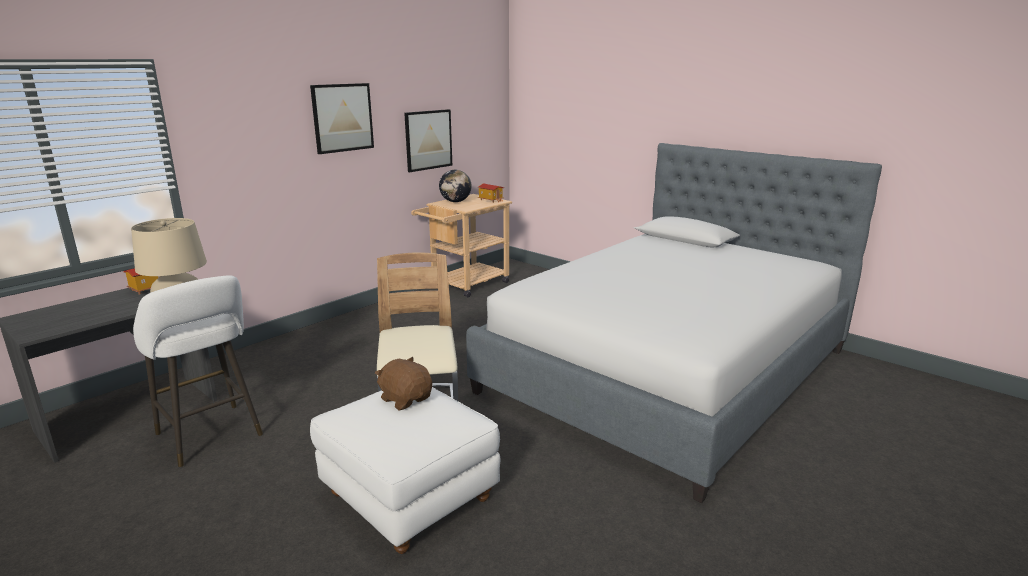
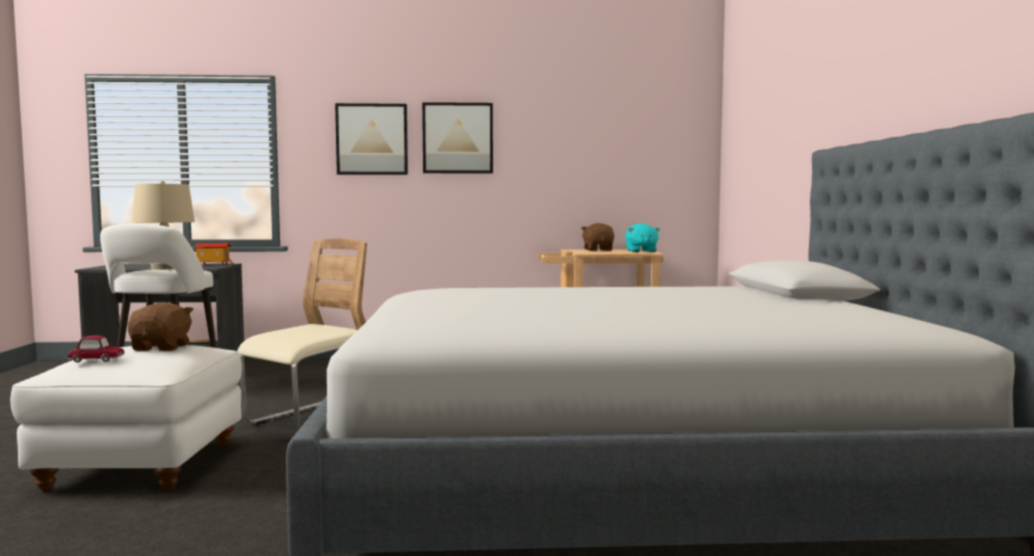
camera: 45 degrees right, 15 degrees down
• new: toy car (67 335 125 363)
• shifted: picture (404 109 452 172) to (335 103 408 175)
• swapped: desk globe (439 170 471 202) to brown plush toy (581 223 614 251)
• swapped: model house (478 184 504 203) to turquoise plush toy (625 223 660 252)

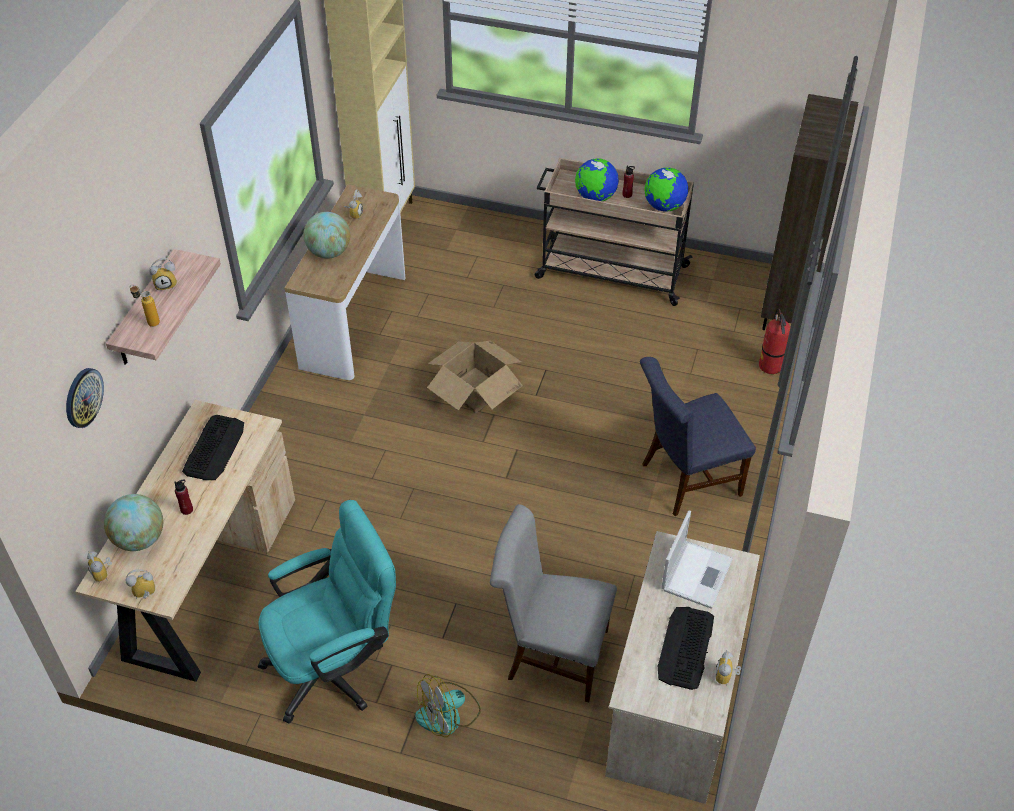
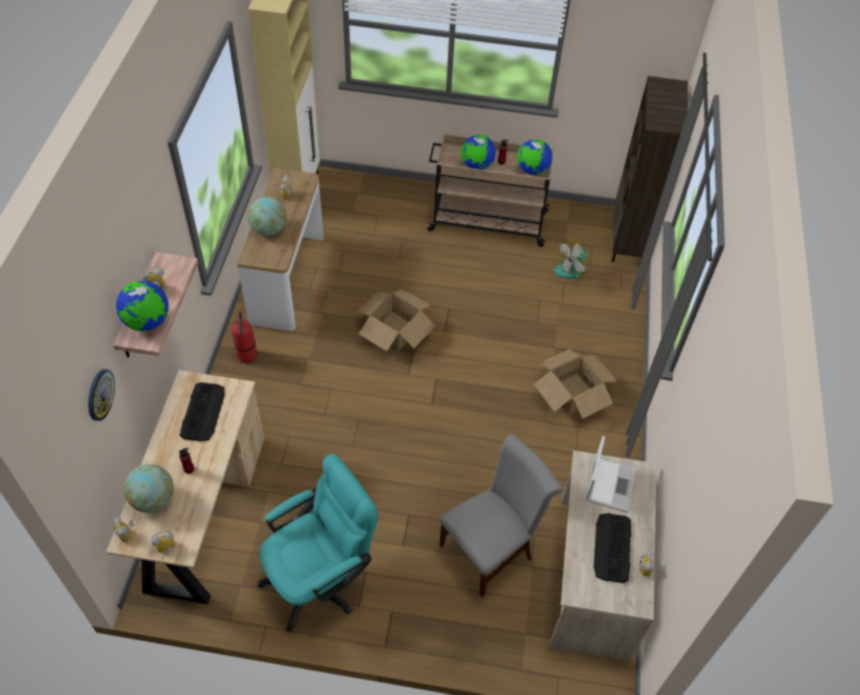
camera: 10 degrees left, 5 degrees up
• swapped: beverage bottle (130 285 160 327) to desk globe (116 281 169 331)
• shifted: fire-fighting cylinder (759 308 790 374) to (232 311 257 363)
• rotated: greyish chair (490 504 617 703) = (440 433 563 597) 135 degrees clockwise
• swapped: blue chair (640 357 756 516) to carton (534 349 617 419)
• shifted: cooling fan (415 674 481 737) to (553 238 592 279)

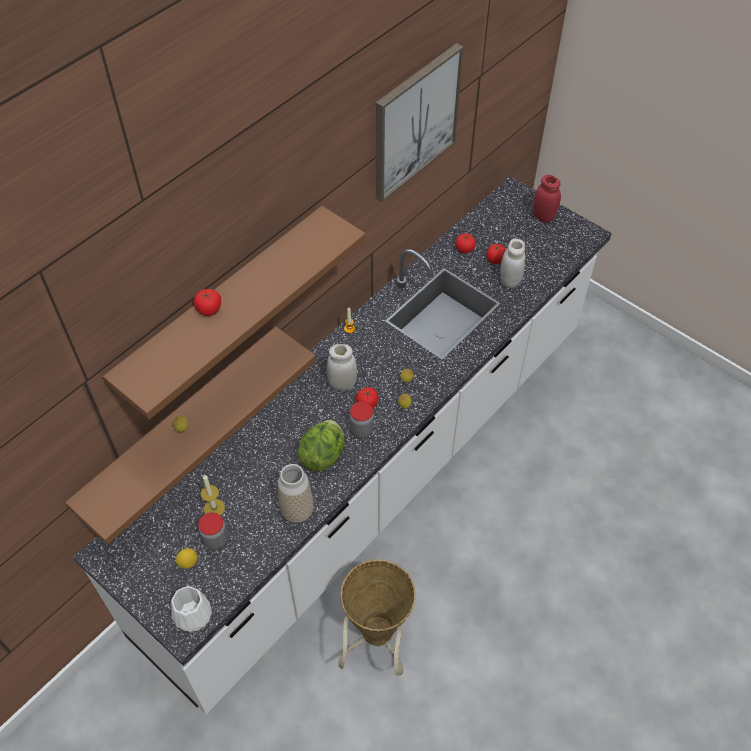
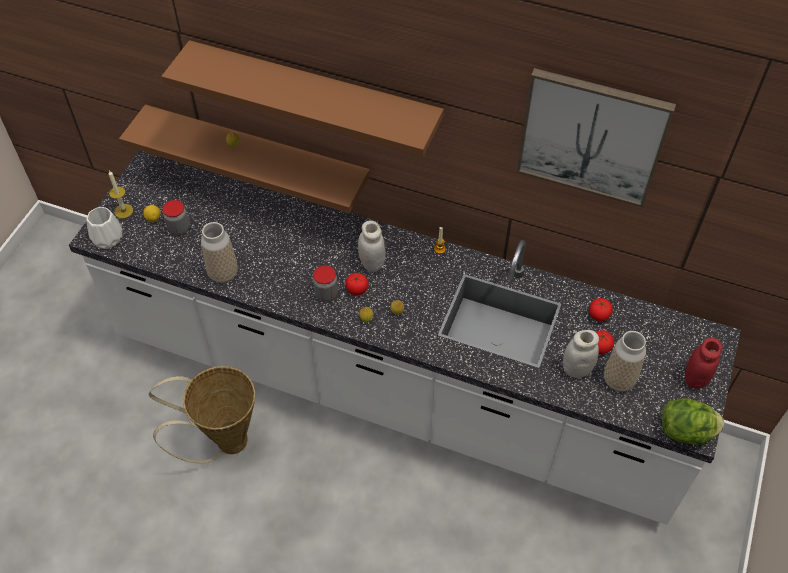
camera: 70 degrees right, 0 degrees up
• shifted: candle (201 475 225 516) to (108 170 133 218)
• new: decorative vase (604 331 646 392)
• shifted: lettuce head (297 420 345 472) to (662 398 724 445)
• gone: fresh tomato (194 289 221 316)

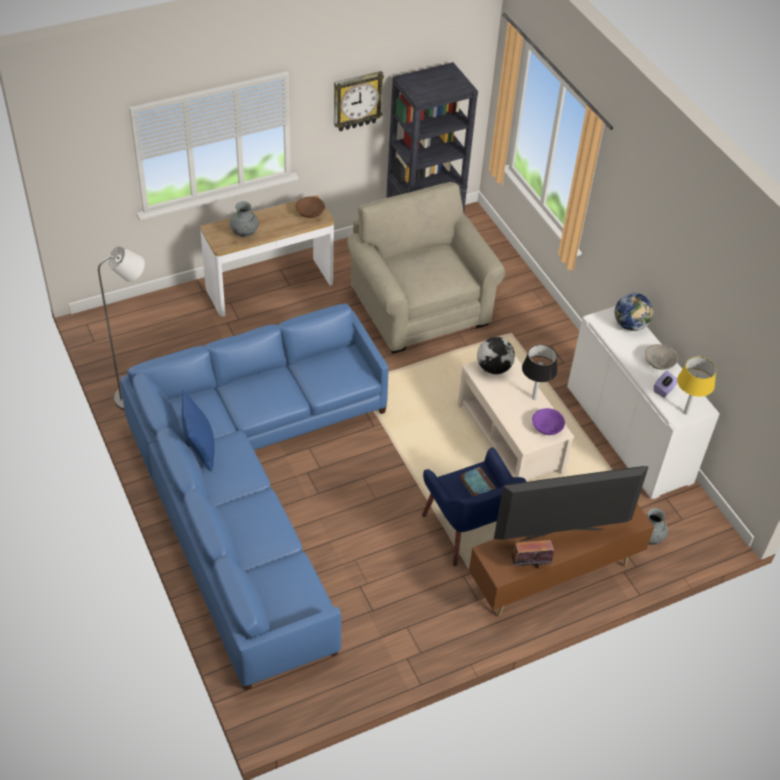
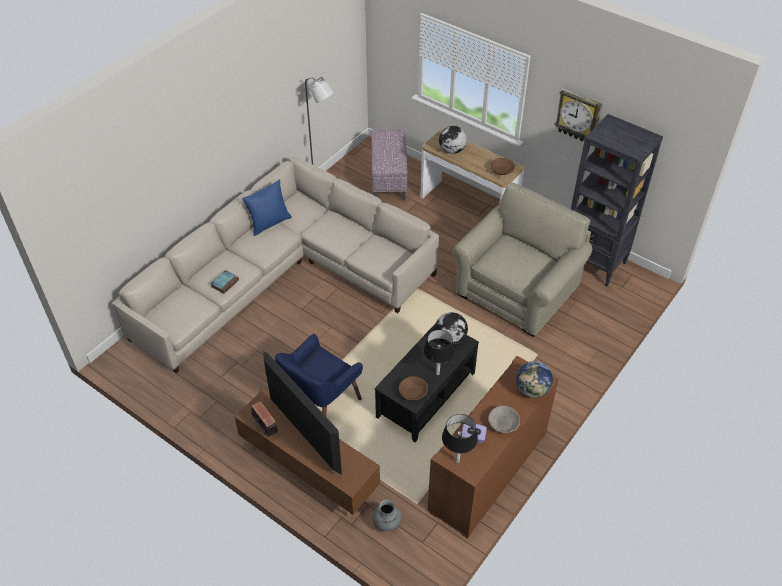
camera: 65 degrees right, 0 degrees up
• repainted: blue sofa (120 304 389 690) to sand-coloured sofa (112 157 439 373)
• shifted: bound book (460 467 496 496) to (211 270 239 294)
• new: pouffe (371 129 407 200)
• repainted: sand-coloured low table (458 356 574 480) to black-coloured low table (375 323 479 442)
• repainted: purplish serving bowl (532 408 565 435) to brown serving bowl (399 376 428 400)
• repainted: whitish cabinet (567 306 720 500) to brown cabinet (427 356 559 539)
• swapped: greyish decorative vase (230 201 259 237) to desk globe (439 126 467 154)
• repainted: yellowish lamp for a table (677 357 716 415) to black-coloured lamp for a table (442 414 478 463)

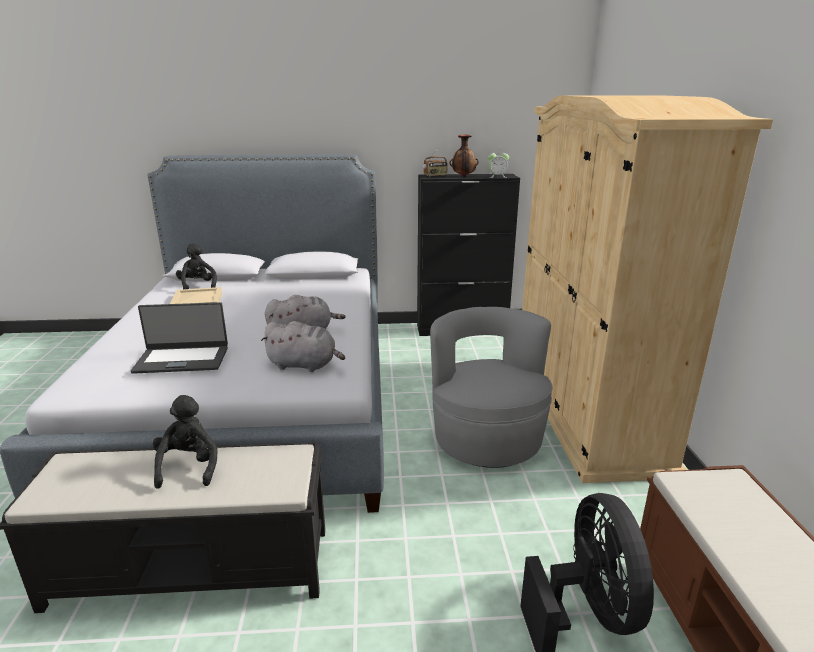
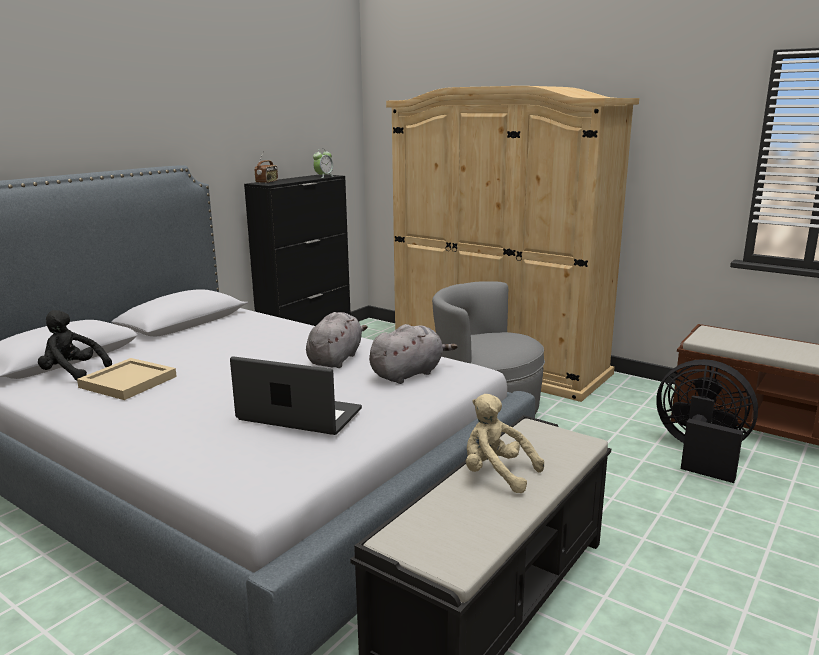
camera: 50 degrees left, 5 degrees down
• rotated: portable computer (131 302 228 374) = (230 356 362 435) 105 degrees counterclockwise
• repainted: black-coloured plush toy (153 395 218 489) to sand-coloured plush toy (466 394 544 493)
• gone: decorative vase (450 135 479 176)

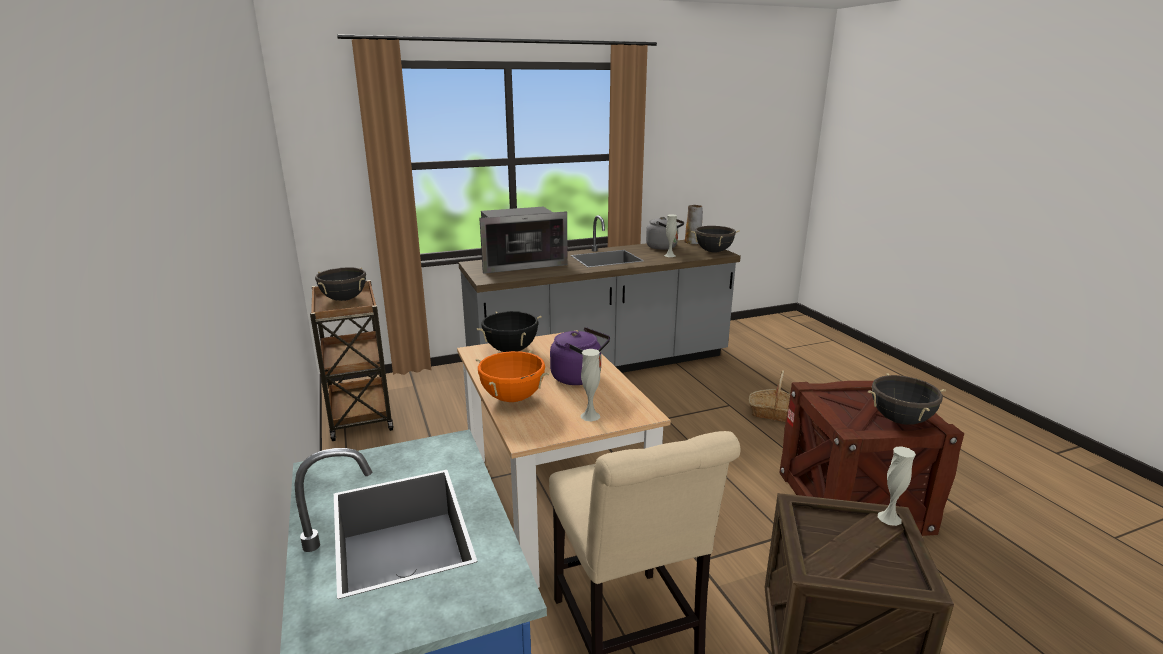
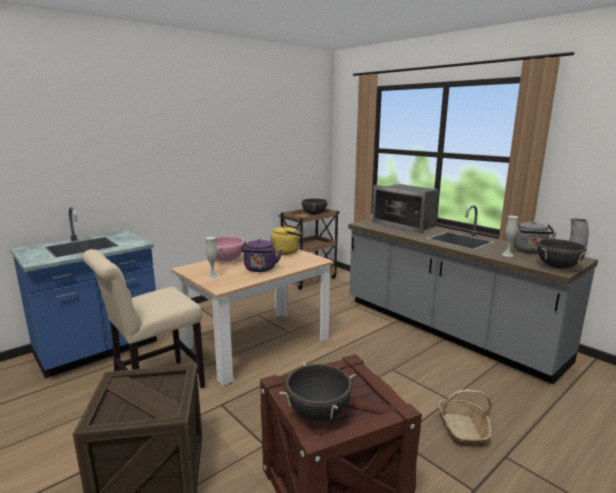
camera: 70 degrees right, 5 degrees down
• repainted: orangey saucepot (476 350 549 402) to pinkish saucepot (204 236 248 262)
• swapped: black-coloured saucepot (477 311 542 352) to yellowish water kettle (271 225 302 255)
• gone: whitish decorative vase (878 446 916 526)

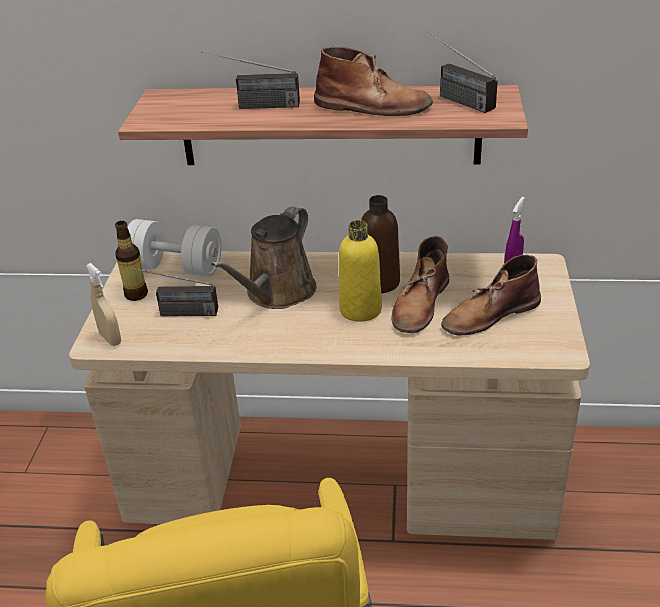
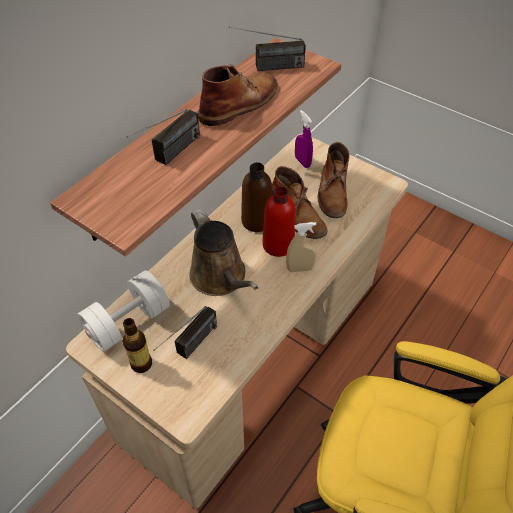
camera: 60 degrees left, 15 degrees up
• repainted: yellowish beverage bottle (339 220 382 322) to red beverage bottle (262 186 296 257)
• shifted: sand-coloured hand sprayer (86 263 121 346) to (286 222 317 272)

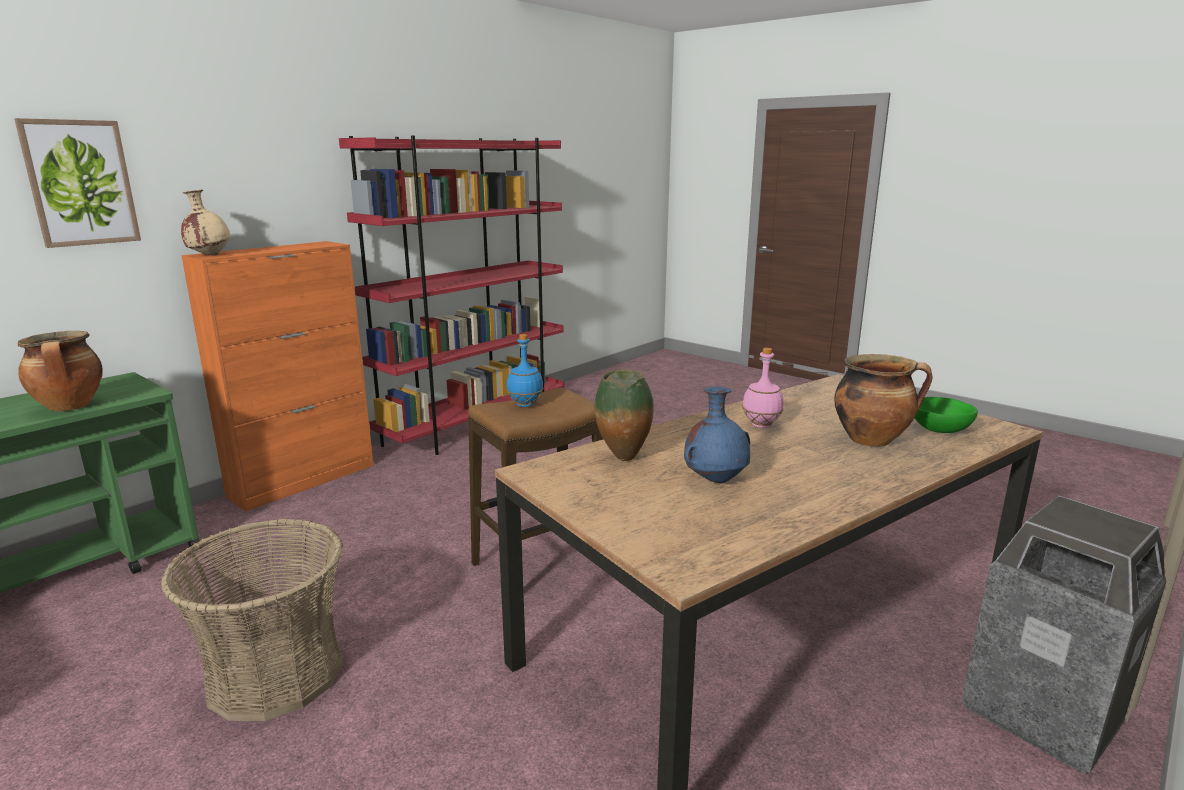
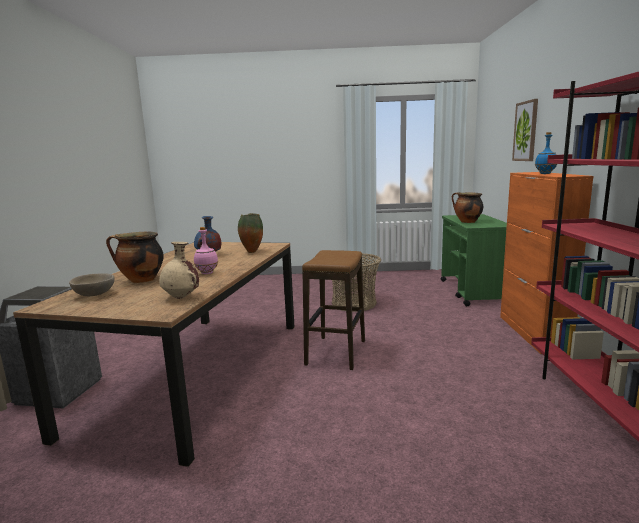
camera: 140 degrees right, 5 degrees down
• repainted: greenish serving bowl (915 397 978 433) to sand-coloured serving bowl (69 273 114 296)
• shifted: sand-coloured decorative vase (181 190 231 256) to (159 242 199 299)
• shifted: blue beverage bottle (507 334 543 407) to (535 132 557 174)

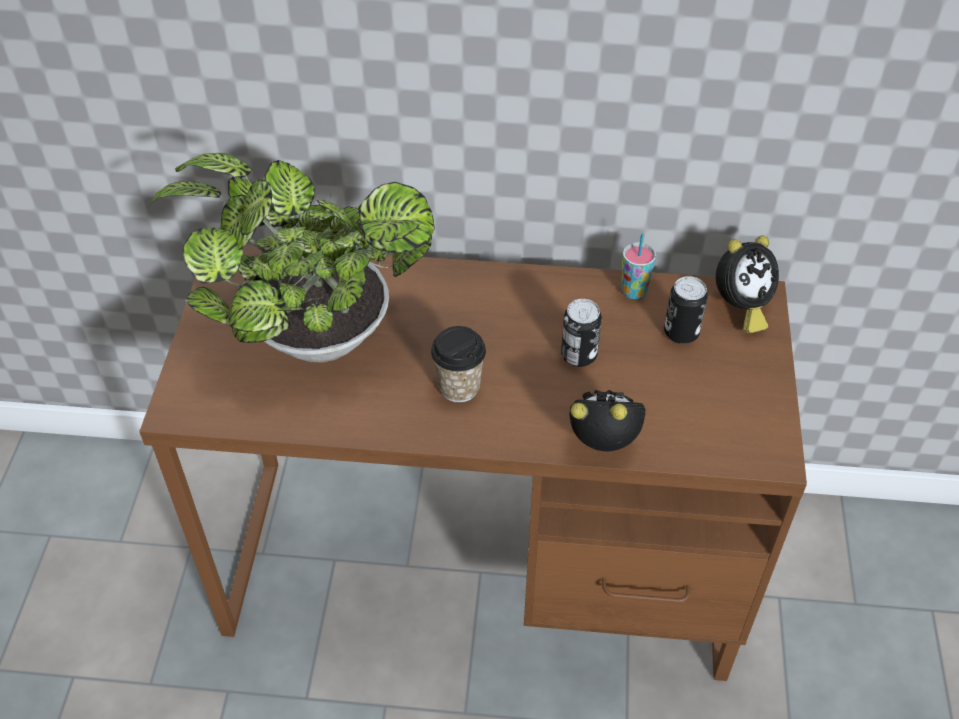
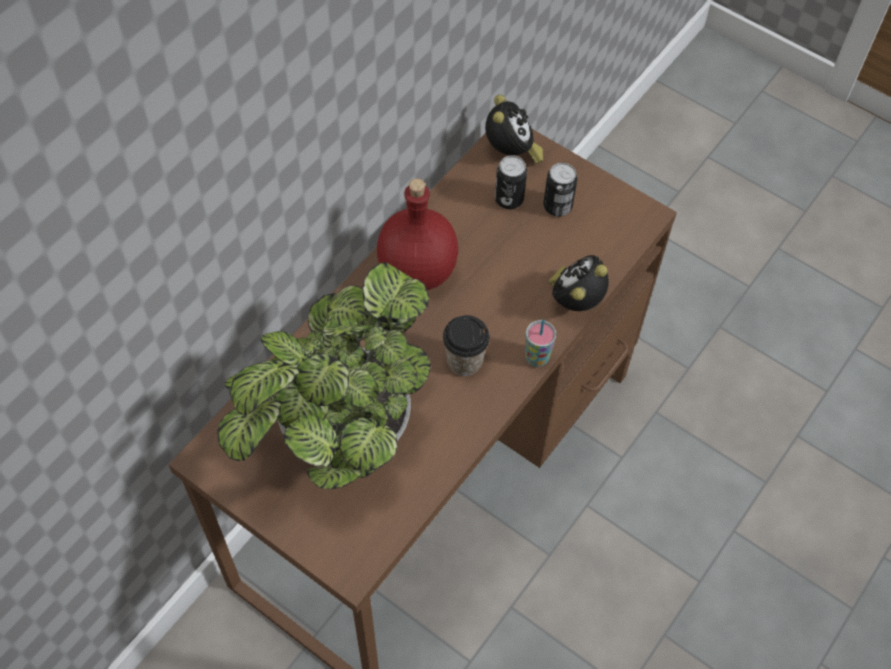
camera: 60 degrees left, 10 degrees up
• new: red beverage bottle (377 178 458 290)
• shifted: drinking cup (621 233 656 299) to (525 319 556 367)
• shifted: can (561 299 602 367) to (543 163 578 216)

